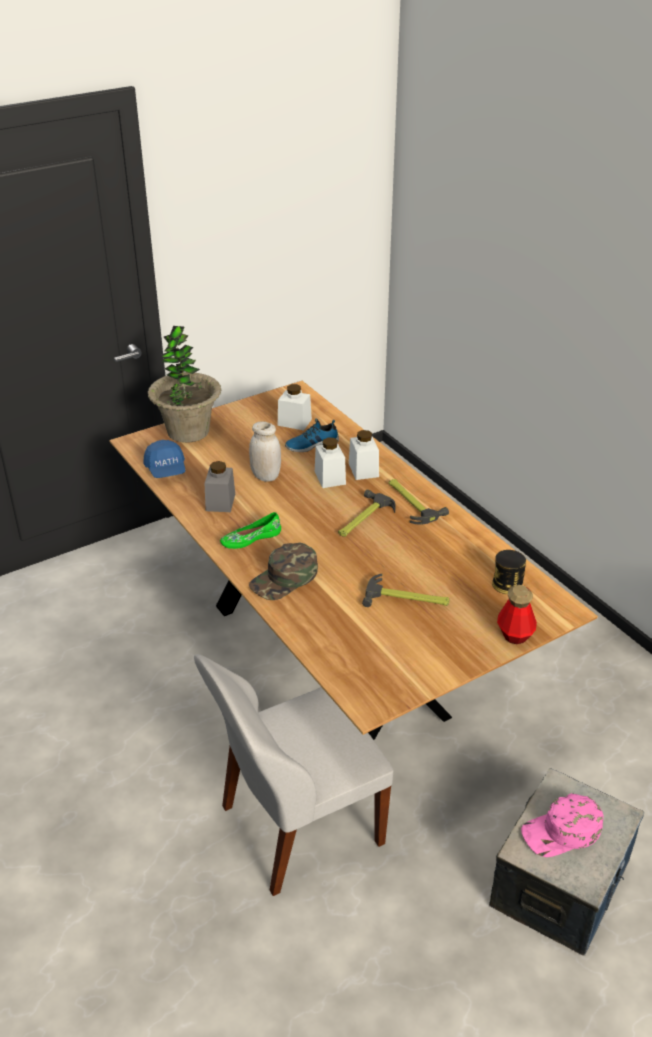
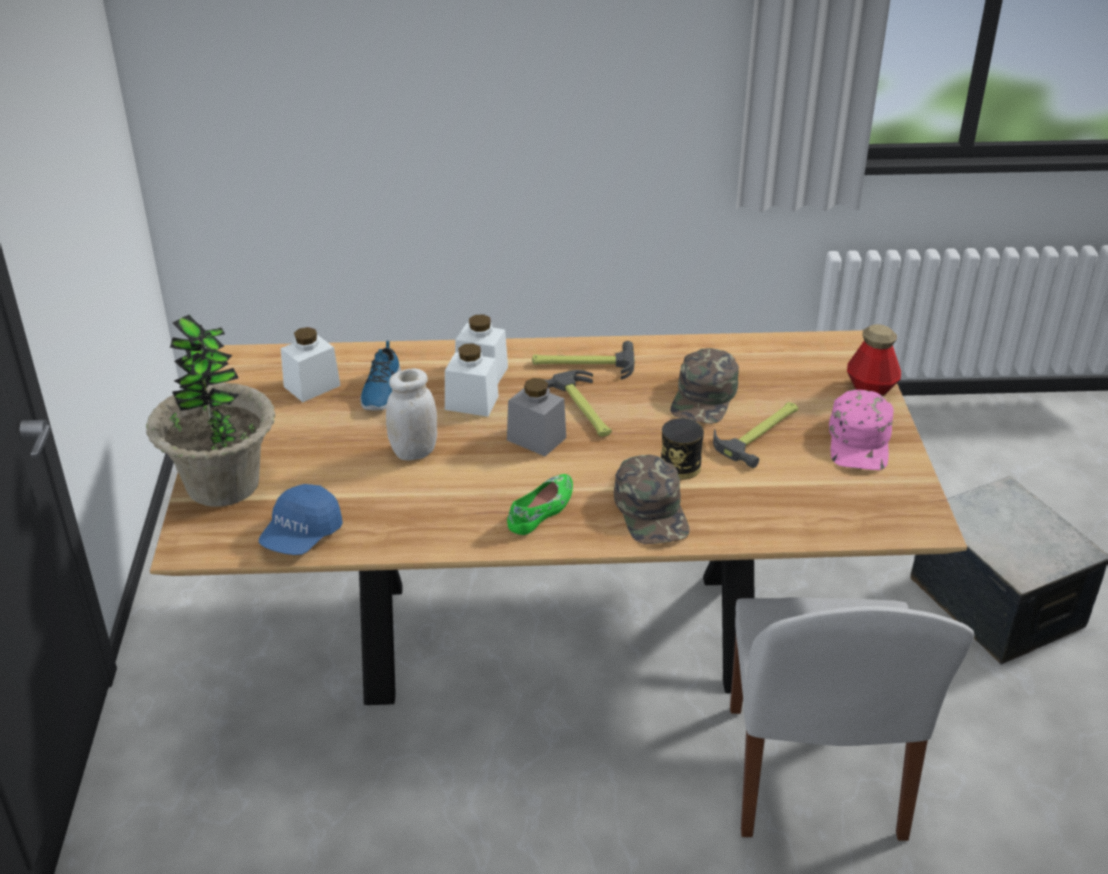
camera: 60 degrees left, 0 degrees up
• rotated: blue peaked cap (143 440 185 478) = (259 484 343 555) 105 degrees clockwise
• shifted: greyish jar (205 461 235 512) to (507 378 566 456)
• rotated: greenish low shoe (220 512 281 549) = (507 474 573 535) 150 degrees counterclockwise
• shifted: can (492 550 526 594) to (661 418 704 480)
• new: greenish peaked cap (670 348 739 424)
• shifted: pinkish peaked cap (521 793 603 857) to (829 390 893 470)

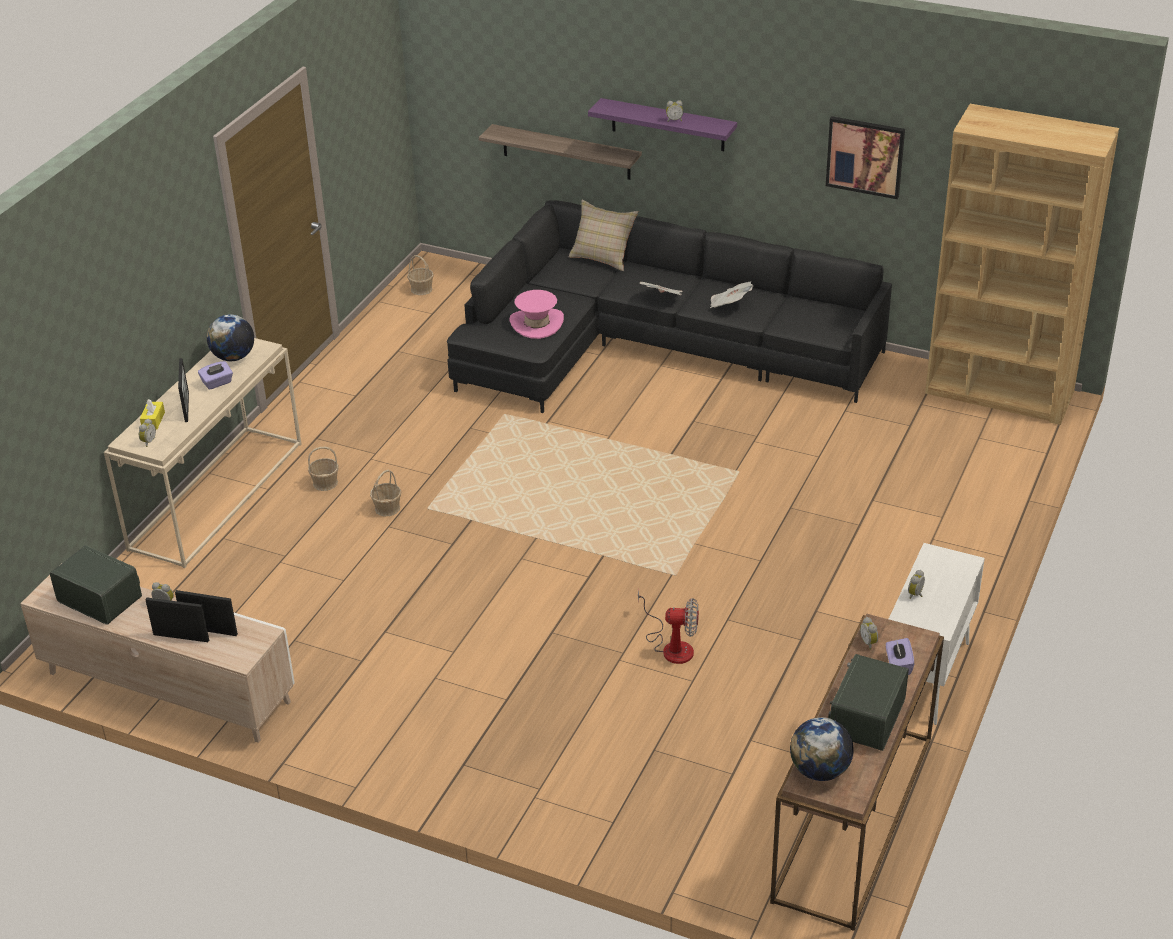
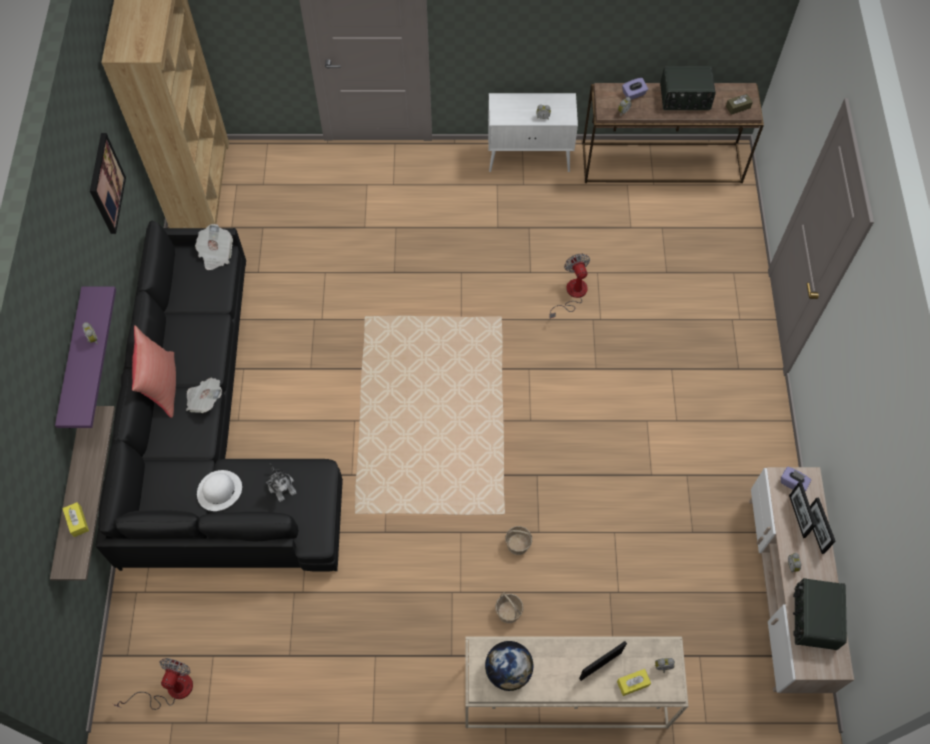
camera: 115 degrees left, 25 degrees up
• new: yellowish box of tissues (62 502 89 537)
• swapped: basket (407 255 434 295) to cooling fan (113 658 193 710)
• new: red throw pillow (132 325 176 418)
• shifted: daily paper (710 281 753 308) to (195 224 233 270)
• new: whitish wearable hat (197 470 242 511)
• swapped: pinkish wearable hat (509 290 564 339) to plush toy (266 463 296 502)
• swapped: desk globe (790 717 854 781) to brown box of tissues (726 94 753 115)
• shifted: purplish box of tissues (198 361 233 390) to (781 467 811 491)
• gone: sand-coloured throw pillow (569 200 638 271)

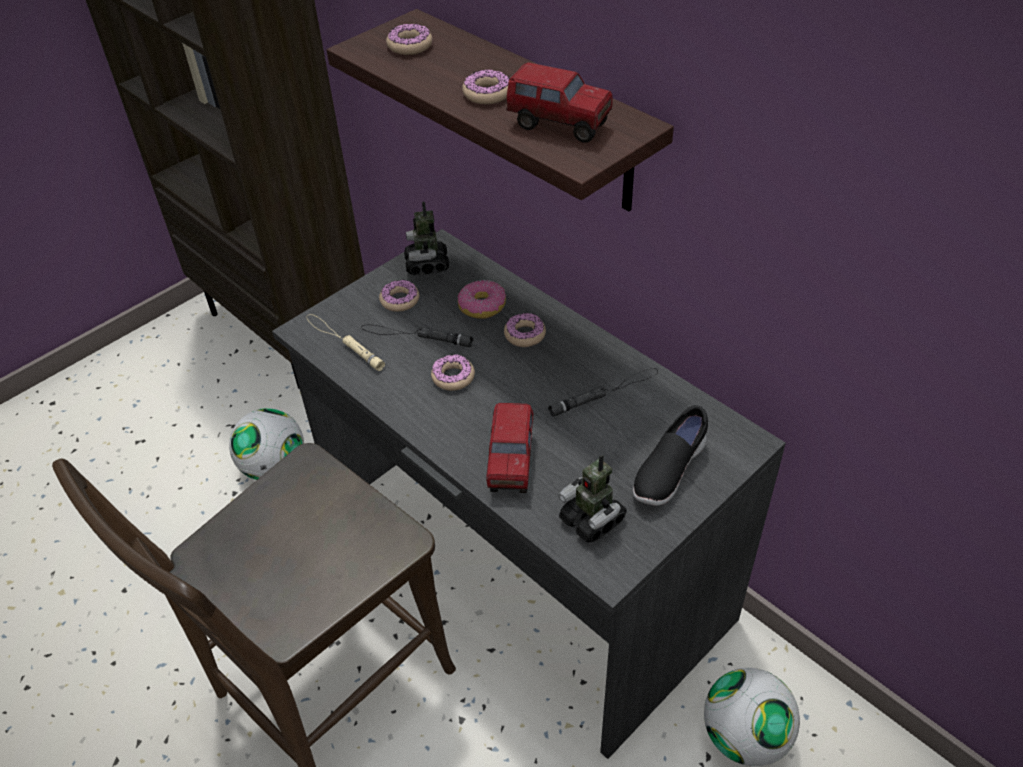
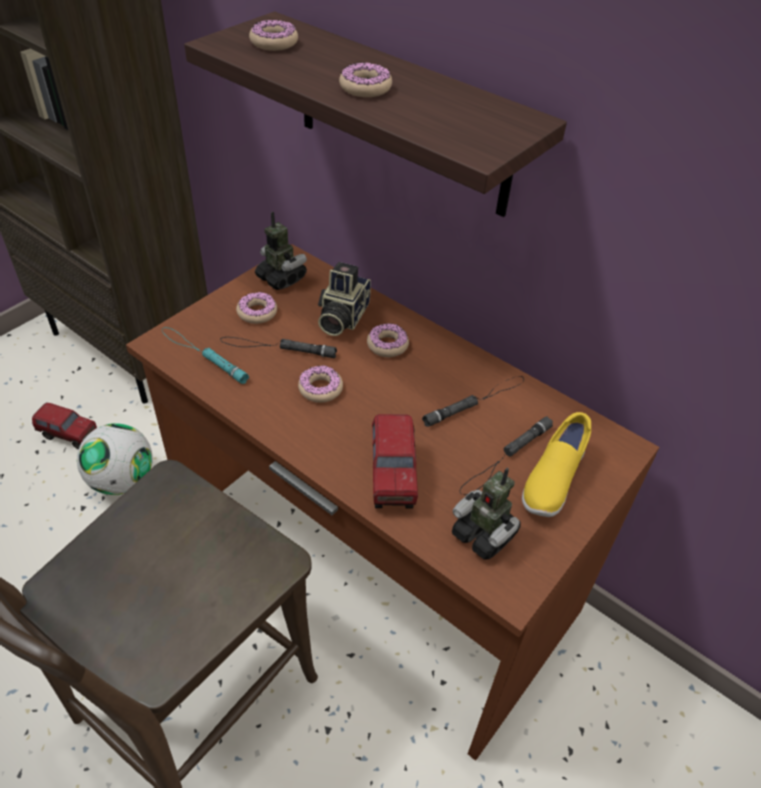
camera: 10 degrees left, 0 degrees up
• shifted: toy truck (507 62 613 142) to (32 403 97 449)
• repainted: greyish desk table (272 229 786 759) to brown desk table (126 244 659 761)
• repainted: sand-coloured torch (307 314 385 371) to turquoise torch (162 327 249 384)
• rotated: model robot (404 202 449 275) = (255 212 307 290) 150 degrees clockwise
• swapped: ring doughnut (458 280 506 319) to photo camera (318 262 371 336)
• new: black-coloured torch (460 417 553 495)
• repainted: black-coloured low shoe (633 405 708 506) to yellowish low shoe (522 412 591 517)
• gone: football (704 668 800 766)

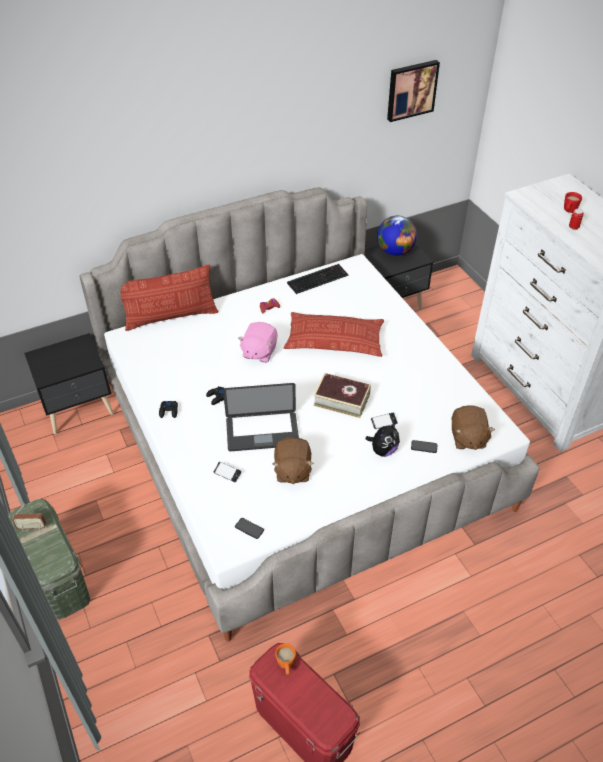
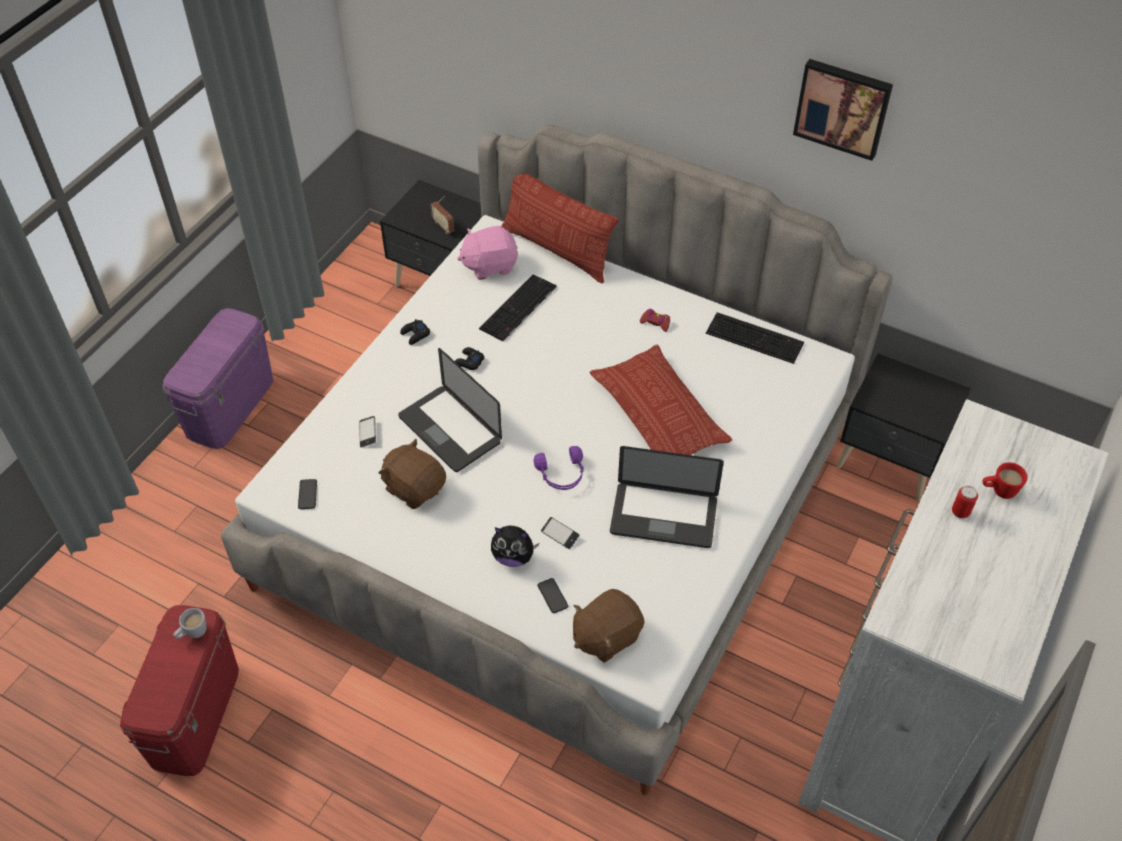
camera: 55 degrees right, 5 degrees up
• repainted: greenish storage bin (8 499 90 620) to purplish storage bin (163 308 273 449)
• repainted: orangey mug (275 643 296 675) to whitish mug (174 608 207 639)
• rotated: brown plush toy (272 437 314 484) = (378 439 446 509) 75 degrees clockwise
• shifted: radio (12 504 46 530) to (431 196 454 234)
• shifted: pinkish plush toy (238 322 278 363) to (458 226 518 280)
• new: computer keyboard (479 274 557 341)
• swapped: bound book (313 373 371 418) to purplish pair of headphones (534 446 583 490)
• new: portable computer (610 446 724 548)
• shifted: picture (387 60 440 122) to (793 59 893 161)
• gone: desk globe (377 216 417 256)

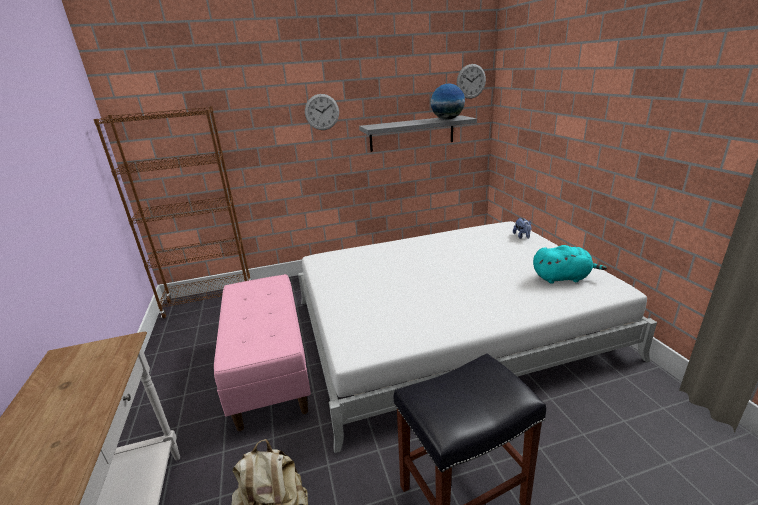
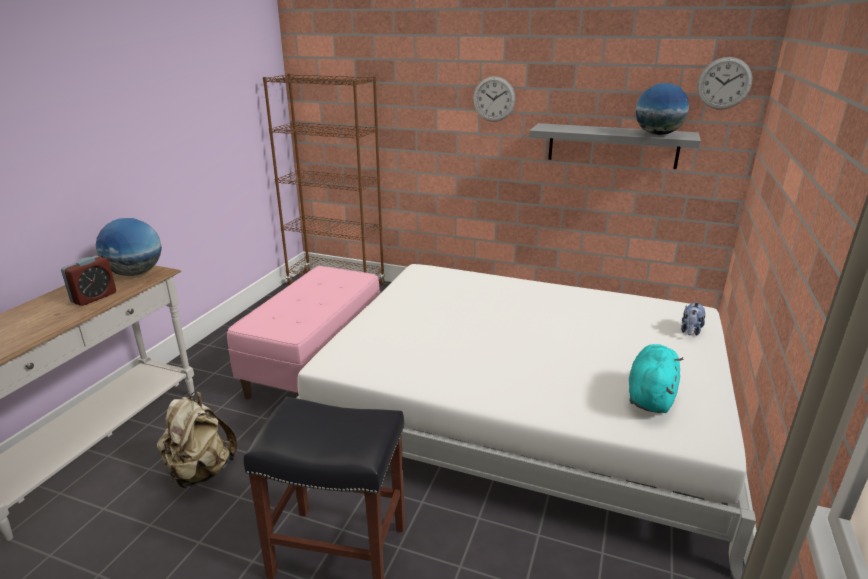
camera: 35 degrees right, 0 degrees up
• new: table clock (61 256 116 306)
• new: desk globe (96 218 162 276)
• rotated: turquoise plush toy (533 245 607 284) = (629 344 683 413) 105 degrees counterclockwise

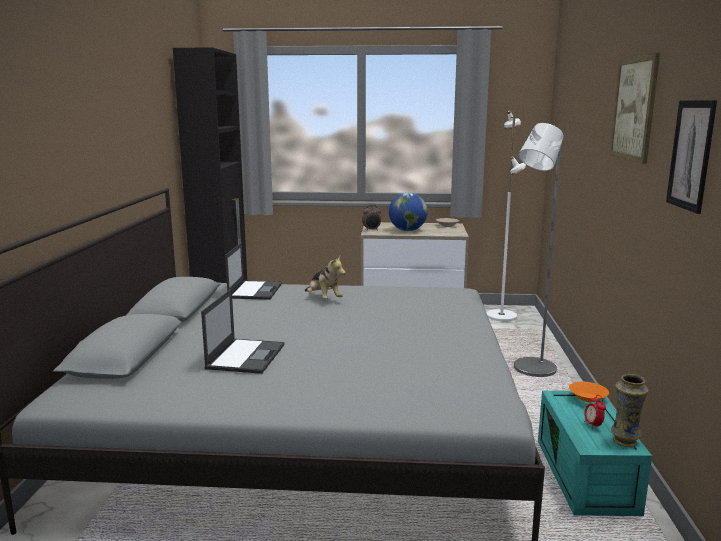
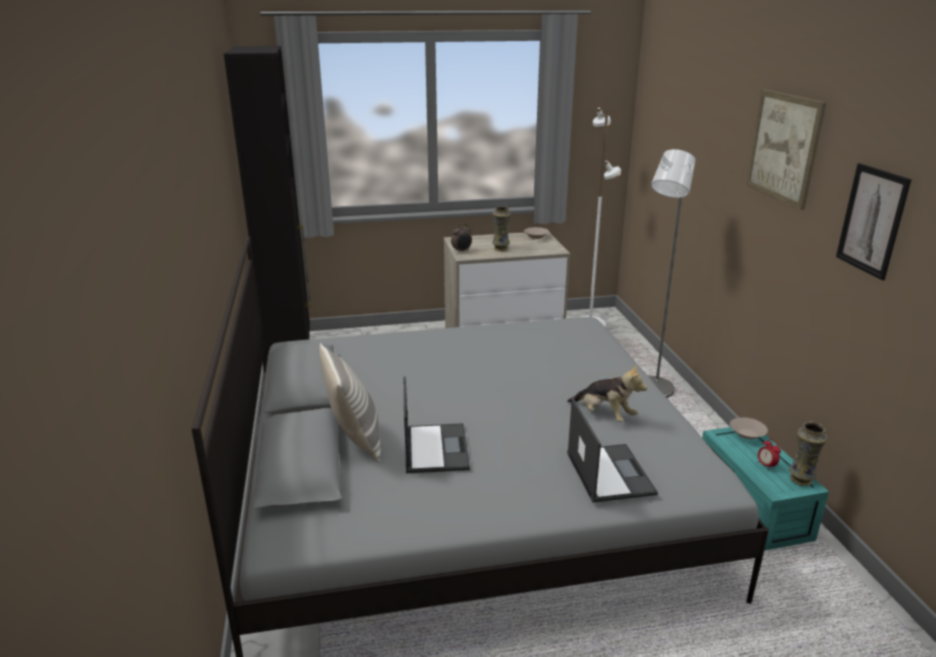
camera: 15 degrees left, 10 degrees up
• new: throw pillow (319 343 381 462)
• swapped: desk globe (389 192 428 231) to decorative vase (492 206 511 251)
• shifted: plush toy (305 256 346 299) to (567 365 647 422)
• shifted: portable computer (225 243 282 300) to (567 398 658 503)
• repainted: orangey serving bowl (569 382 609 402) to sand-coloured serving bowl (730 417 768 439)

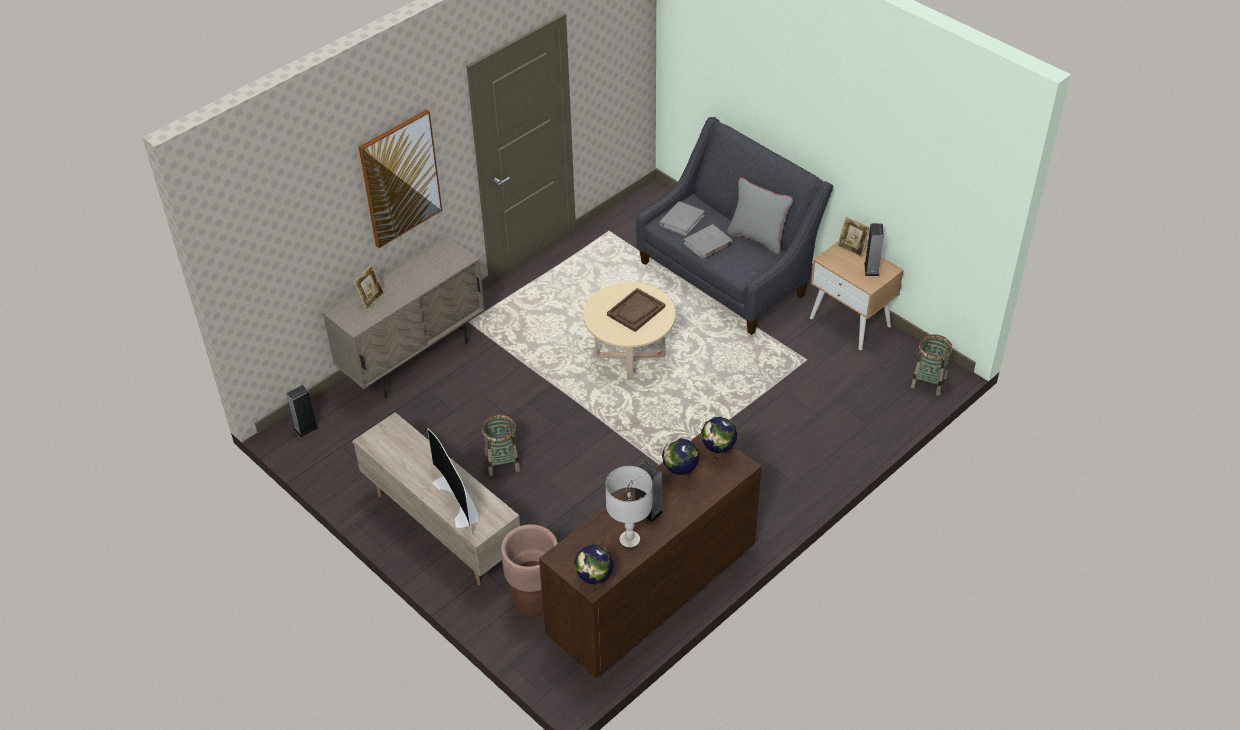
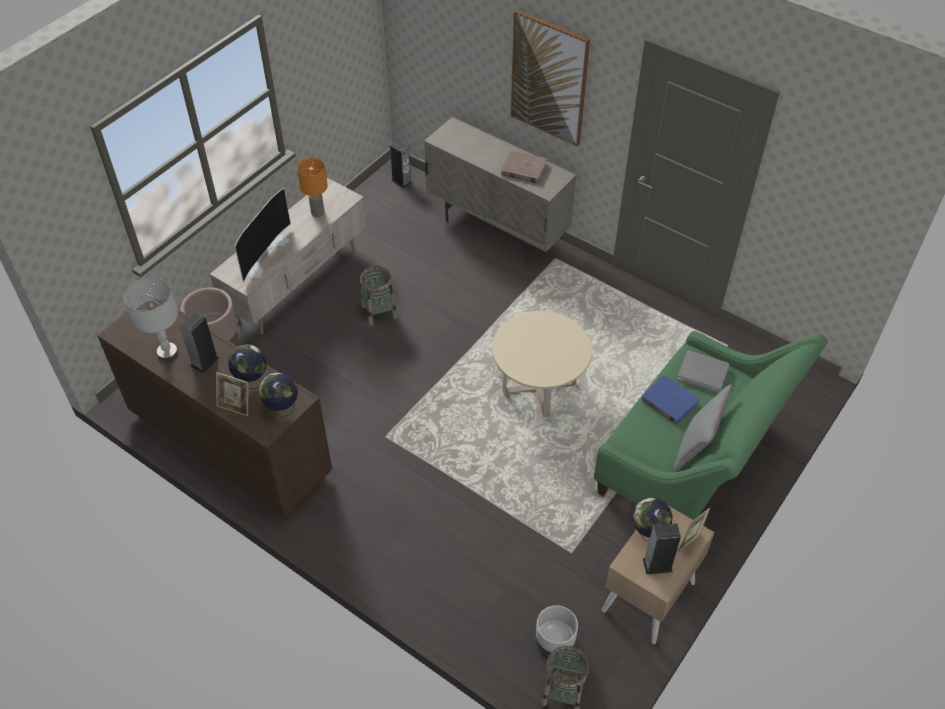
camera: 80 degrees right, 5 degrees up
• shifted: standing frame (353 264 385 310) to (216 372 249 416)
• rotated: TV set (427 428 478 534) = (235 188 291 283) 150 degrees clockwise
• new: orangey lamp for a table (297 158 328 217)
• new: brown bound book (501 151 547 183)
• new: greyish planter (535 605 578 655)
• repainted: greyish sofa (636 117 833 335) to greenish sofa (594 331 828 520)
• shifted: desk globe (574 544 614 589) to (632 497 673 541)
• repainted: greyish bound book (684 224 733 259) to blue bound book (641 375 700 424)
• gone: brown serving tray (607 288 665 332)

